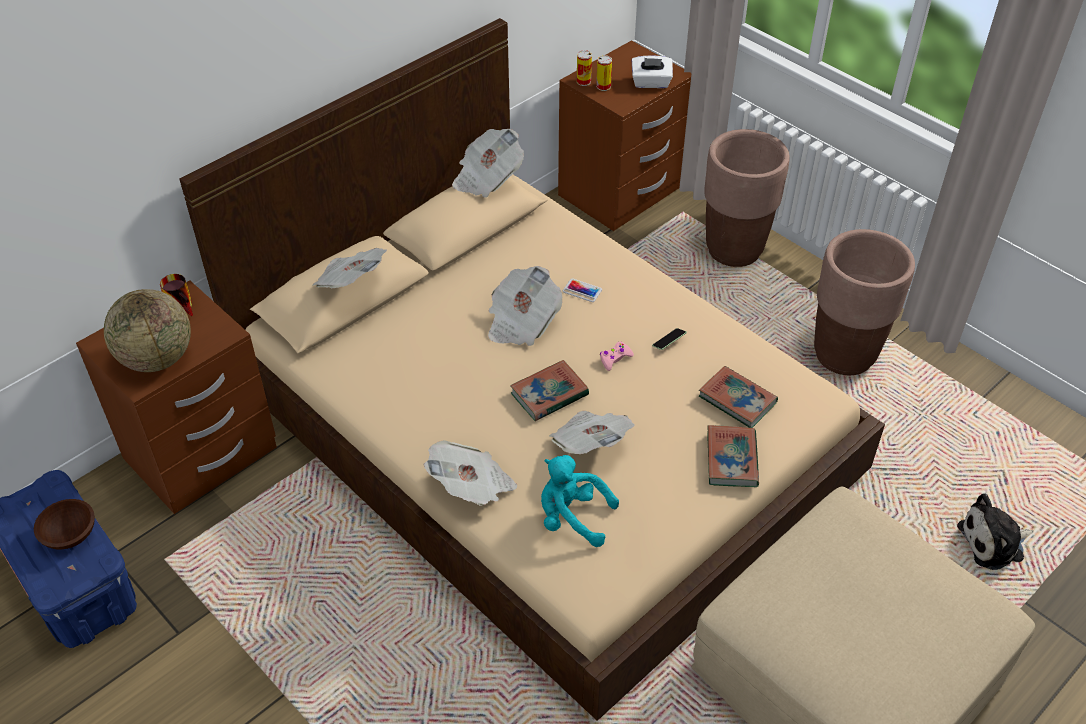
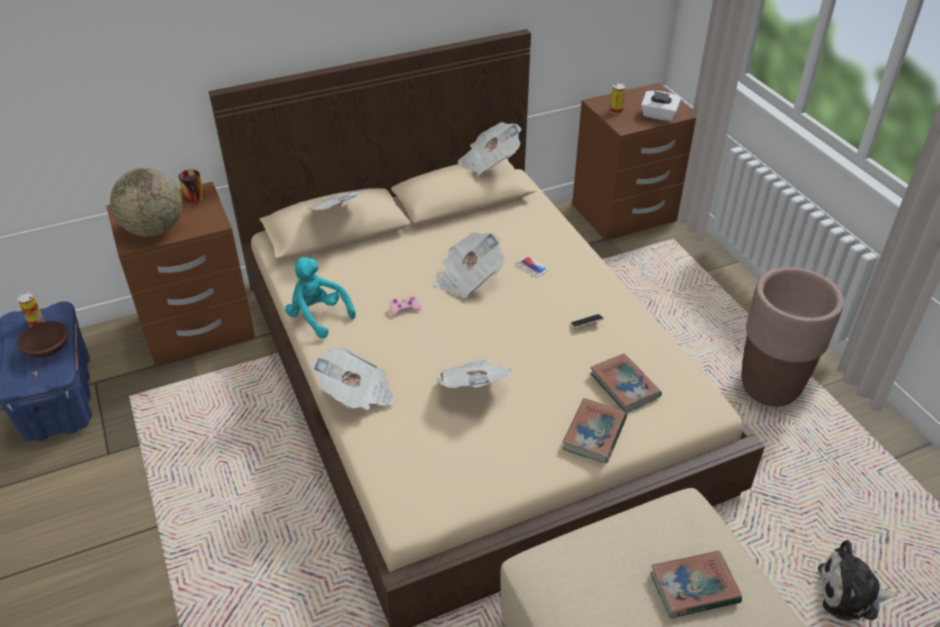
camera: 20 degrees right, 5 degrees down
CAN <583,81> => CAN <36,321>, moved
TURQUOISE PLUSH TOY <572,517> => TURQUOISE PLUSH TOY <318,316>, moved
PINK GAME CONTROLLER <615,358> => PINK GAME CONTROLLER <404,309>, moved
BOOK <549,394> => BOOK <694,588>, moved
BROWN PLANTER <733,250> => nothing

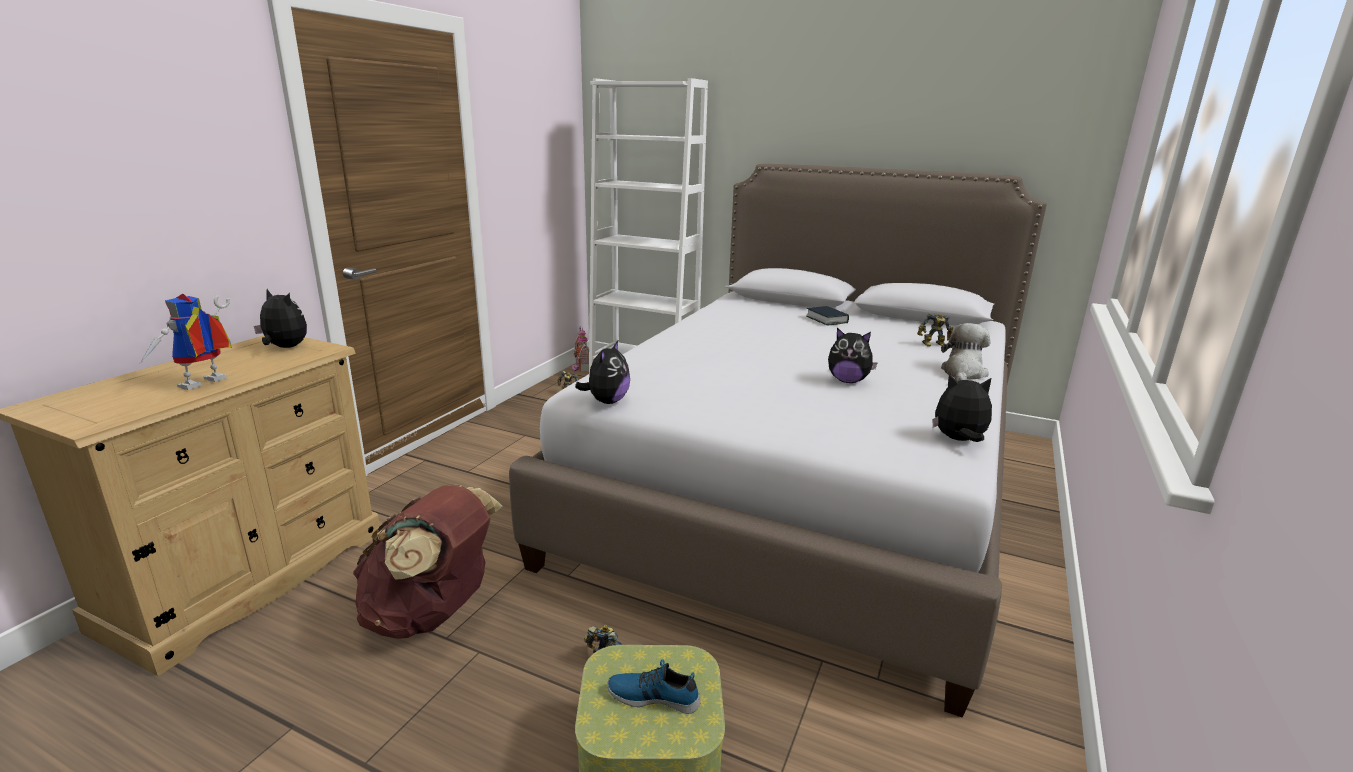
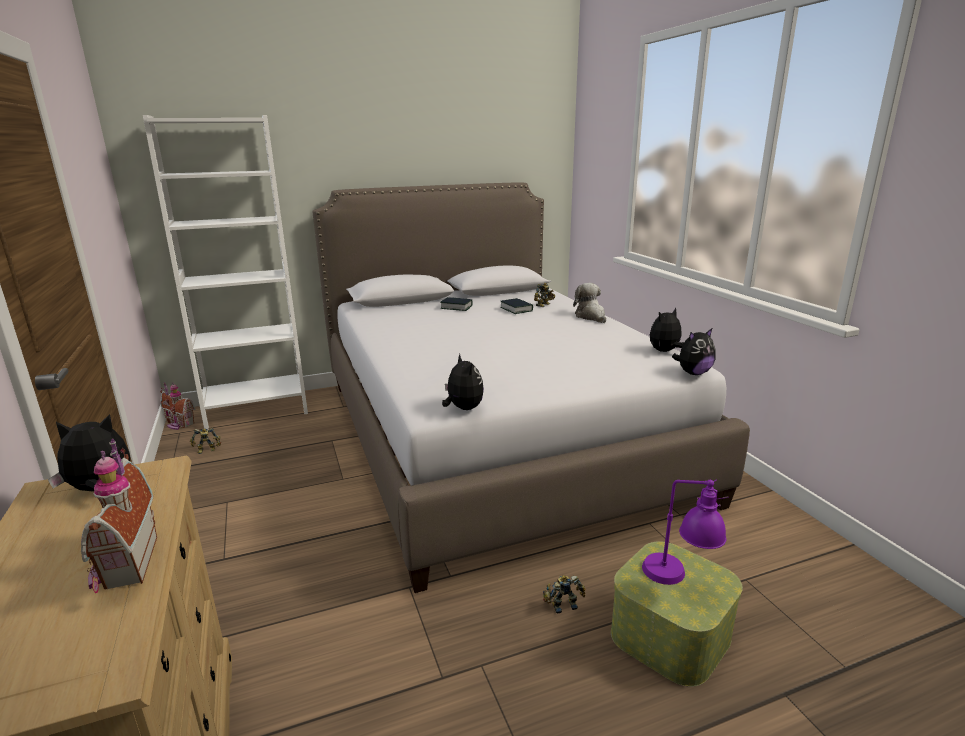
camera: 45 degrees left, 0 degrees up
TOY ROBOT <203,385> => TOY HOUSE <123,565>
nothing => BOOK <516,309>
SHOE <654,696> => PURPLE TABLE LAMP <679,580>
PLUSH TOY <848,381> => PLUSH TOY <693,373>, moved
BROWN BACKPACK <433,614> => nothing

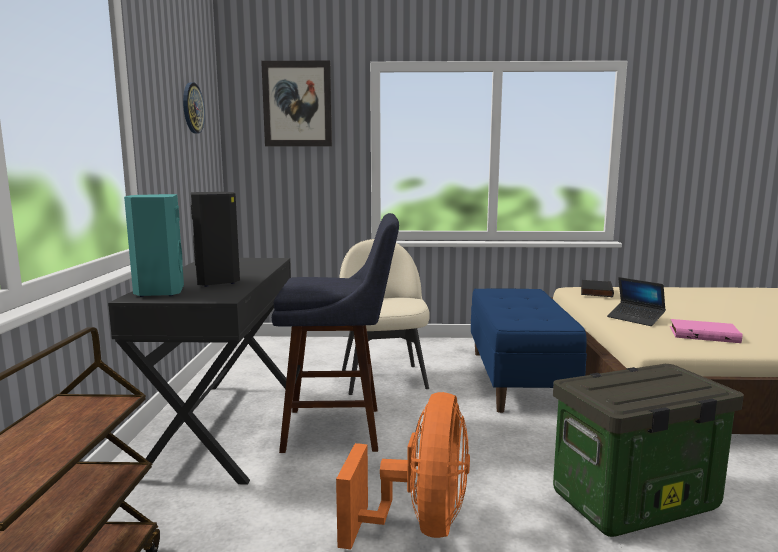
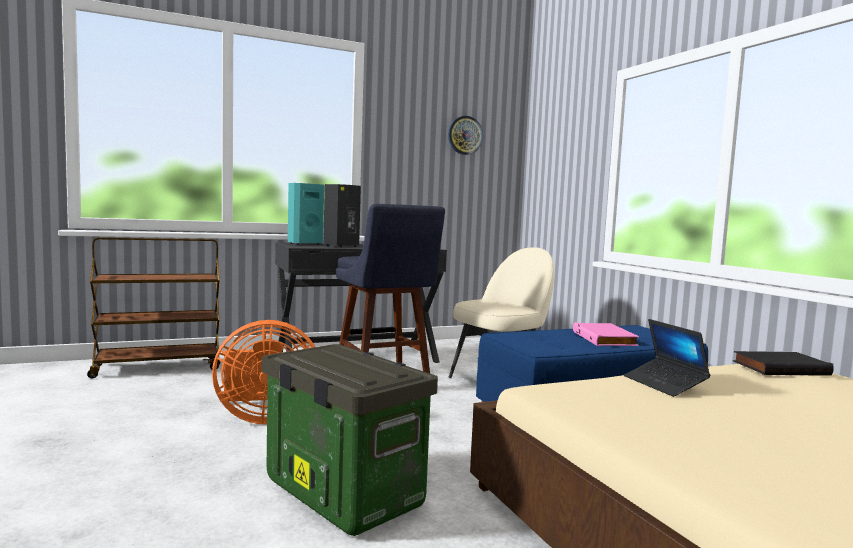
camera: 65 degrees right, 5 degrees down
PINK BOOK <704,334> => PINK BOOK <605,339>, moved
LAPTOP <635,319> => LAPTOP <664,384>, 45 degrees counterclockwise
PICTURE <297,104> => nothing

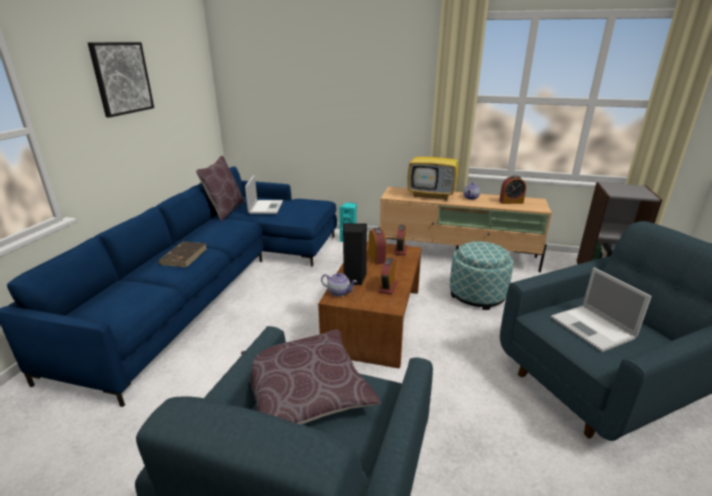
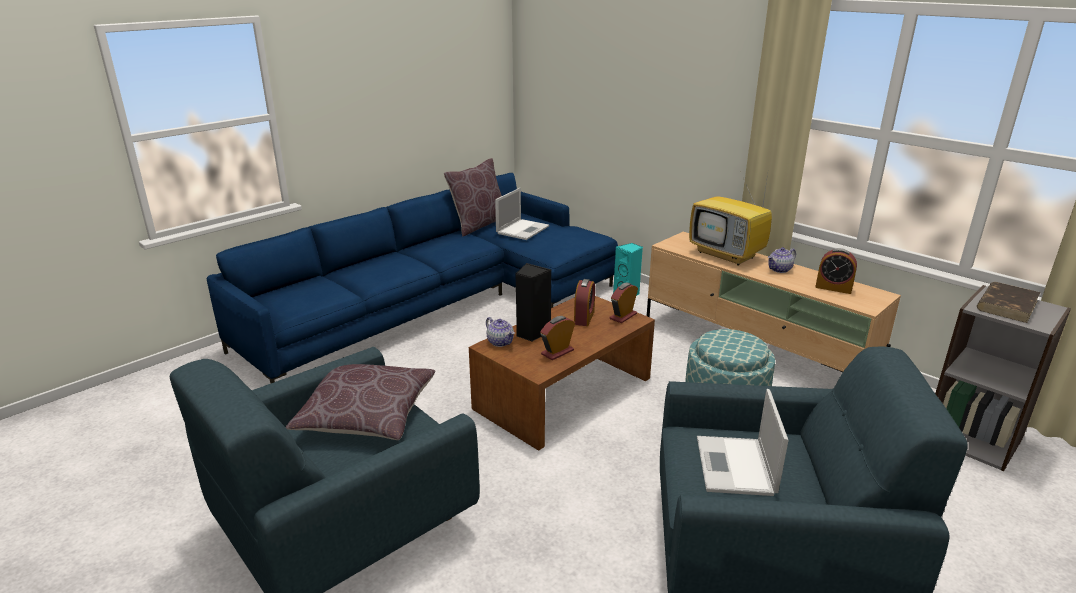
camera: 30 degrees right, 0 degrees up
BROWN BOOK <184,256> => BROWN BOOK <1007,305>, moved
PICTURE <122,78> => nothing

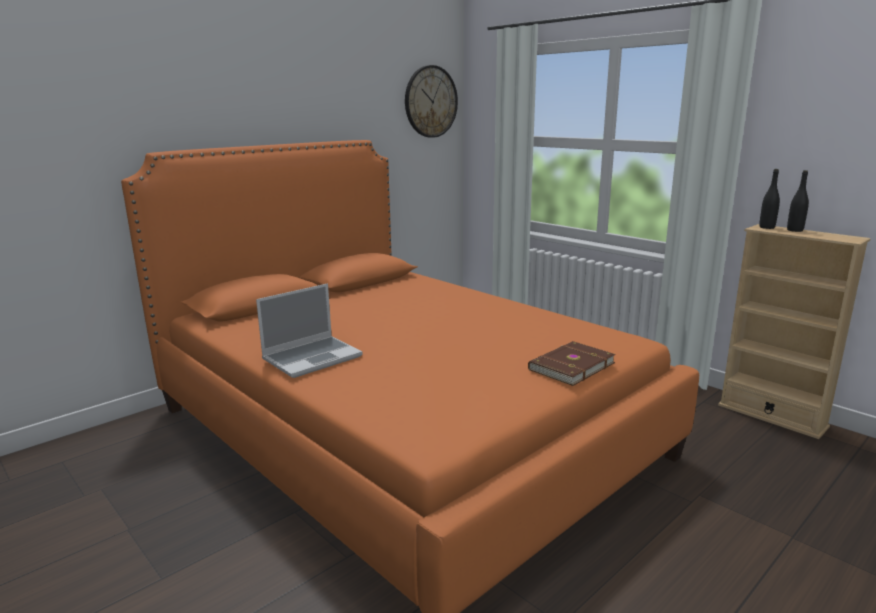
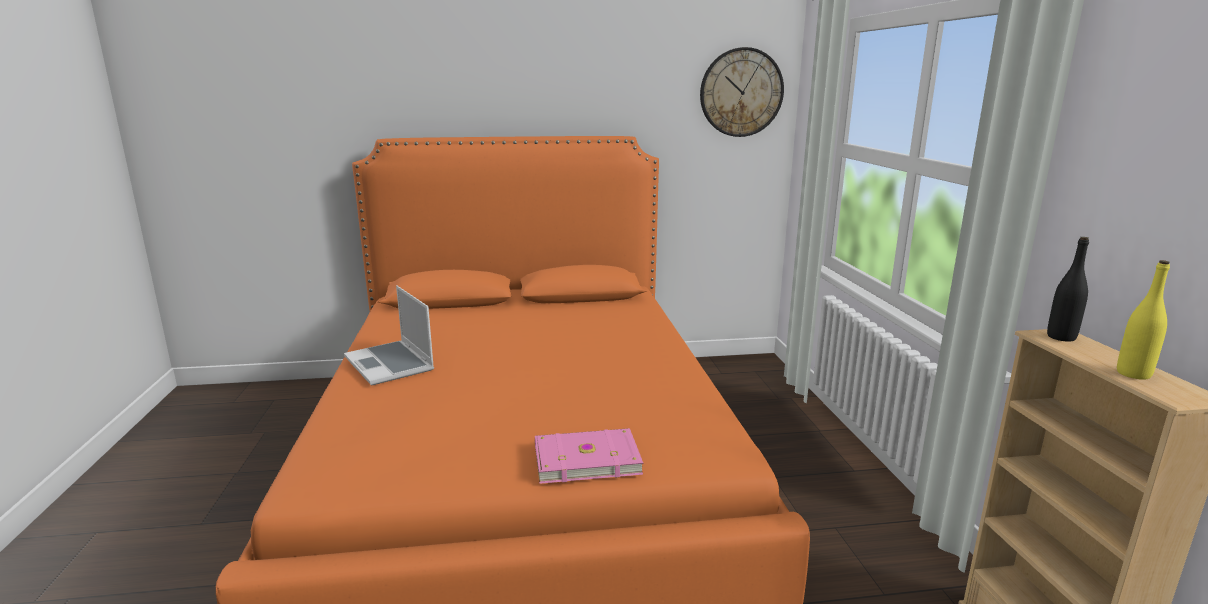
camera: 35 degrees right, 0 degrees up
LAPTOP <312,357> => LAPTOP <391,364>, 60 degrees clockwise
BROWN BOOK <570,366> => PINK BOOK <585,458>
nothing => YELLOW BOTTLE <1133,374>
BLACK BOTTLE <795,230> => nothing

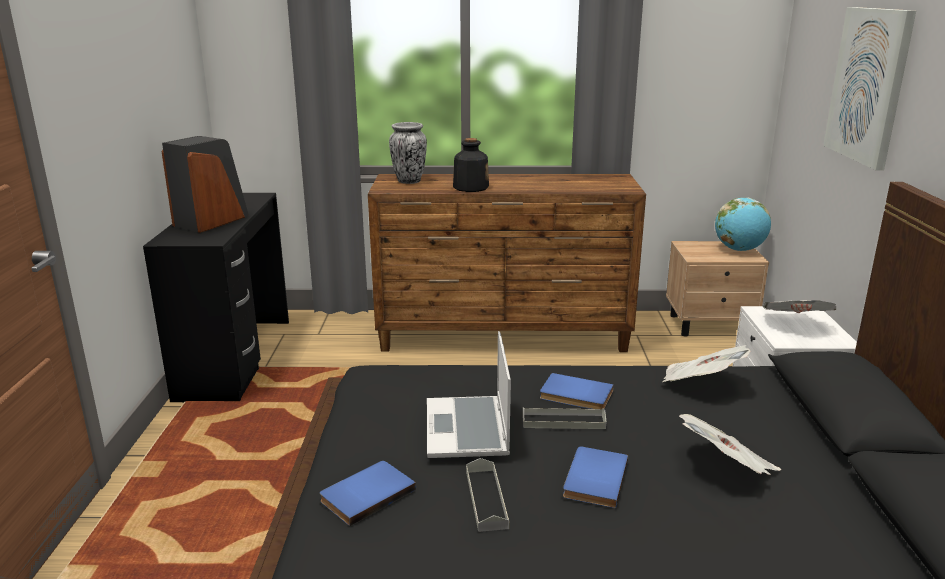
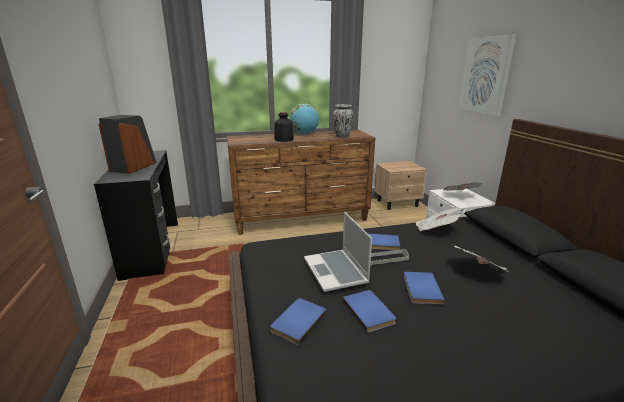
camera: 15 degrees left, 0 degrees up
GLOBE <739,250> => GLOBE <304,134>, moved
VASE <409,181> => VASE <342,136>, moved
GREY TRAY <486,499> => BLUE BOOK <370,311>

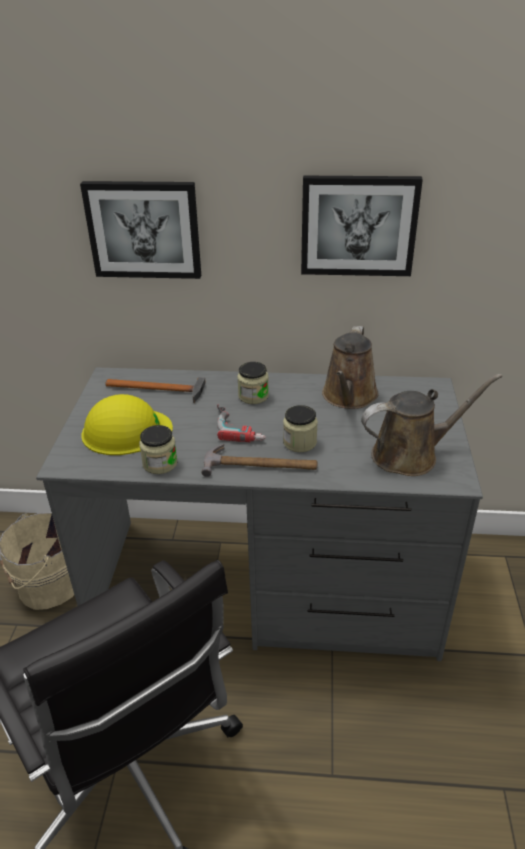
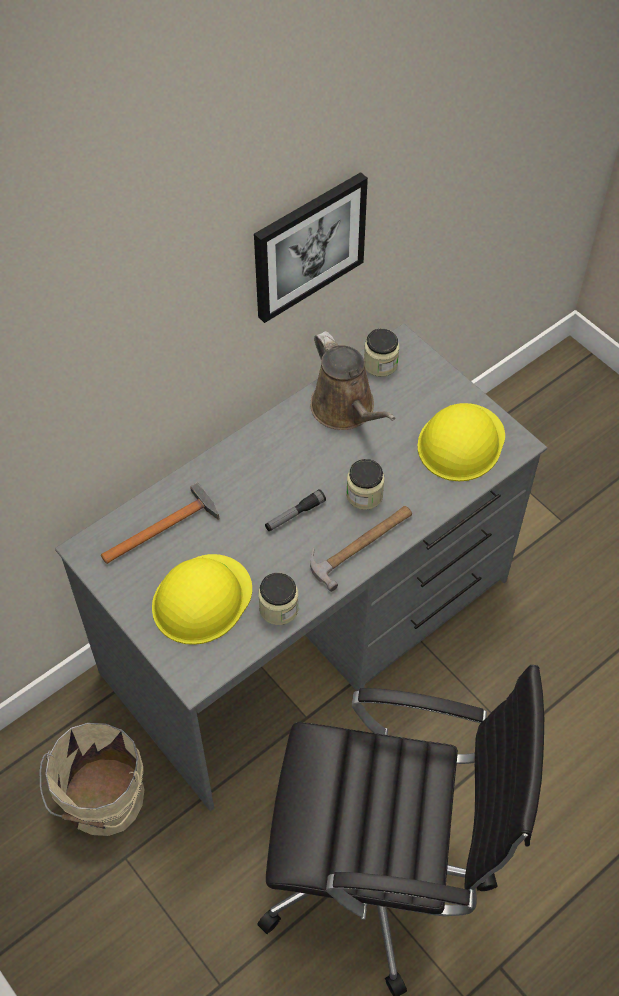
camera: 45 degrees left, 20 degrees up
POWER DRILL <240,426> => FLASHLIGHT <295,515>
JAR <253,396> => JAR <380,364>, moved
BROWN WATERING CAN <410,454> => YELLOW HARD HAT <461,442>
PICTURE <144,229> => nothing

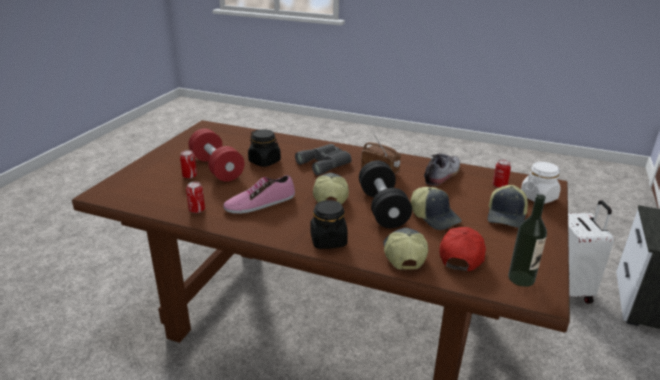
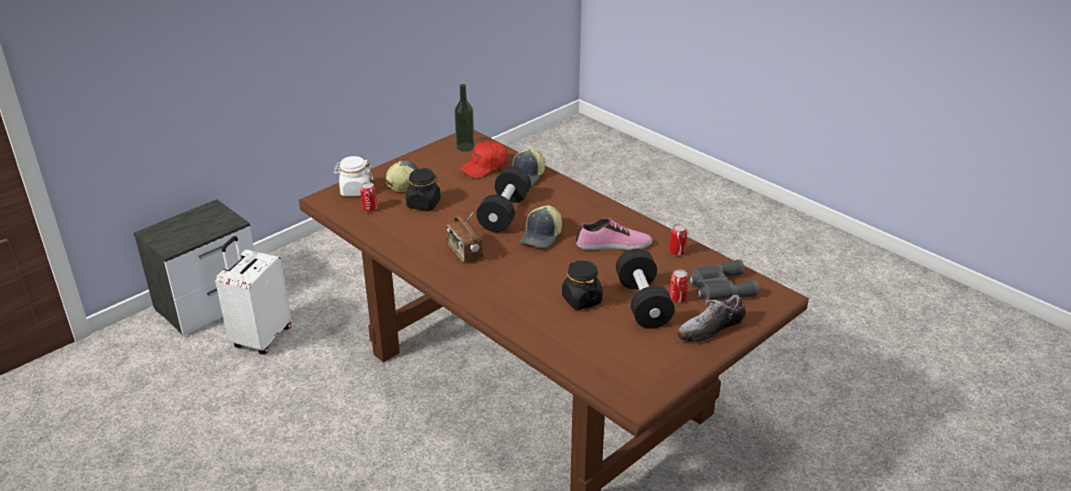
camera: 155 degrees left, 5 degrees up
BLACK JAR <328,240> => BLACK JAR <423,204>, moved
RED DUMBBELL <217,168> => BLACK DUMBBELL <643,303>
SHOE <442,175> => SHOE <710,329>, moved
GREY BINOCULARS <326,163> => GREY BINOCULARS <719,287>, moved
CAP <435,217> => nothing

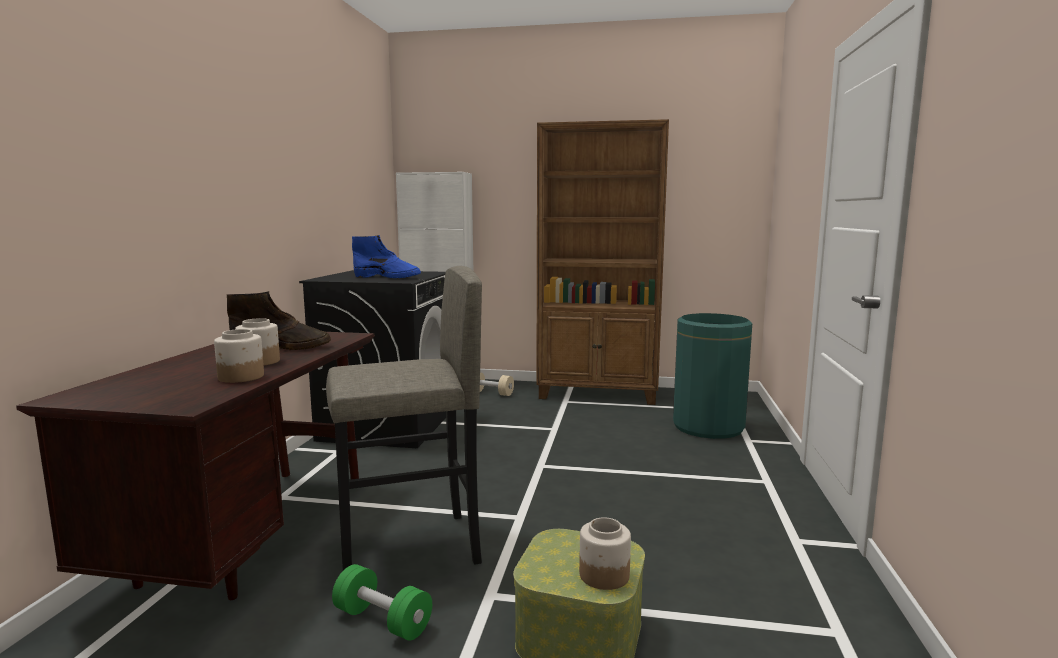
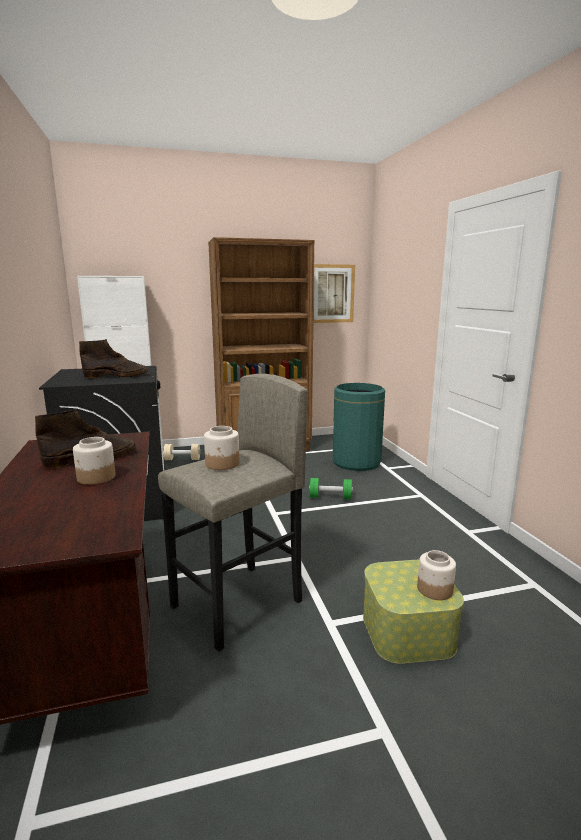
camera: 25 degrees left, 5 degrees up
BLUE BOOT <388,277> => BROWN BOOT <117,376>
JAR <241,377> => JAR <222,464>, moved
GREEN DUMBBELL <382,620> => GREEN DUMBBELL <330,497>, moved
nothing => PICTURE <332,293>

